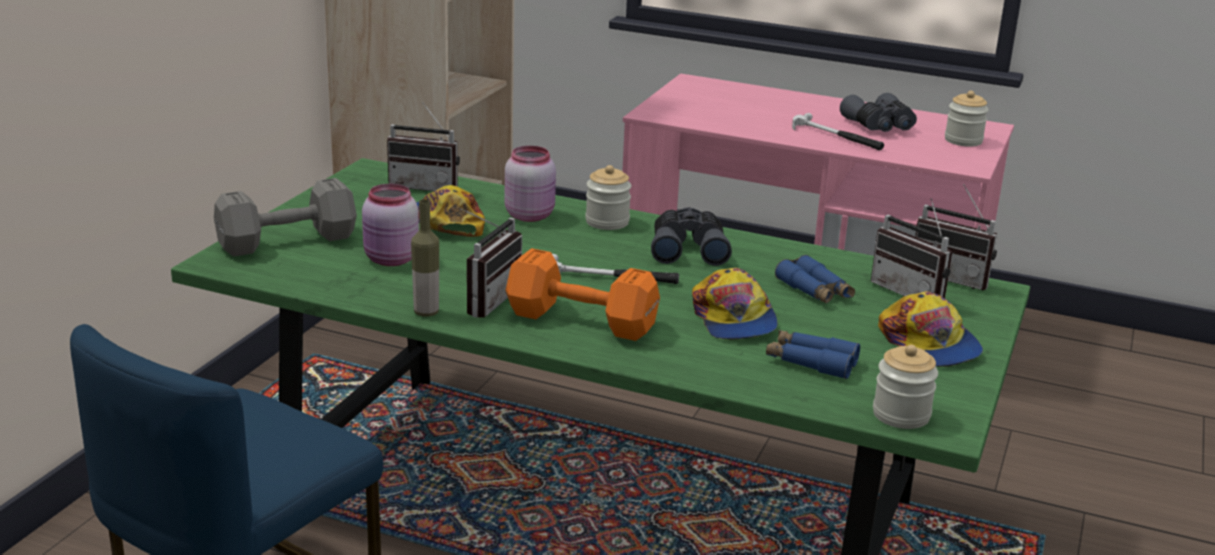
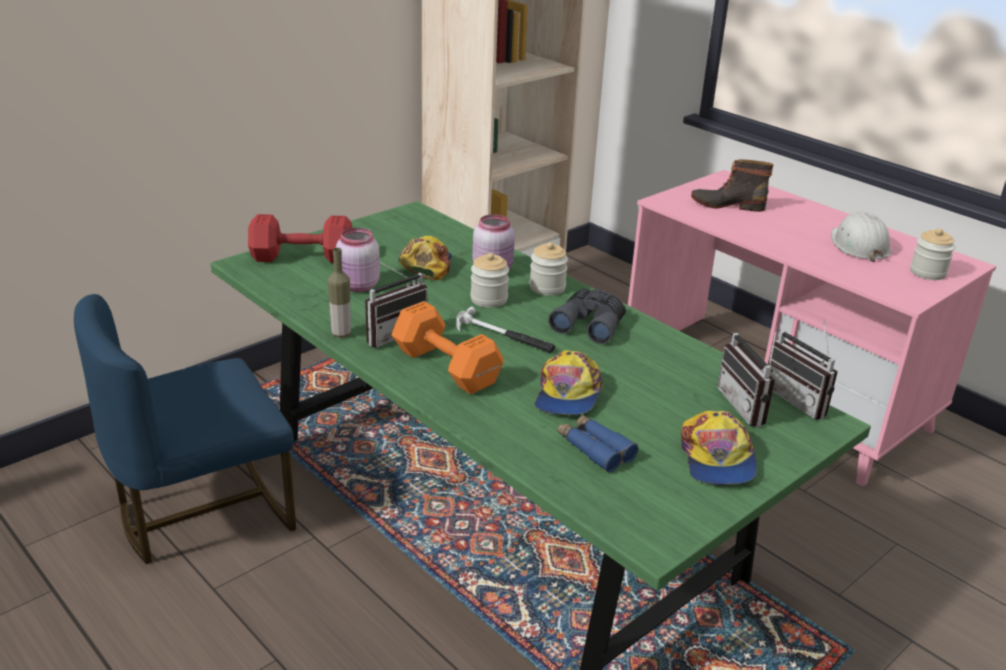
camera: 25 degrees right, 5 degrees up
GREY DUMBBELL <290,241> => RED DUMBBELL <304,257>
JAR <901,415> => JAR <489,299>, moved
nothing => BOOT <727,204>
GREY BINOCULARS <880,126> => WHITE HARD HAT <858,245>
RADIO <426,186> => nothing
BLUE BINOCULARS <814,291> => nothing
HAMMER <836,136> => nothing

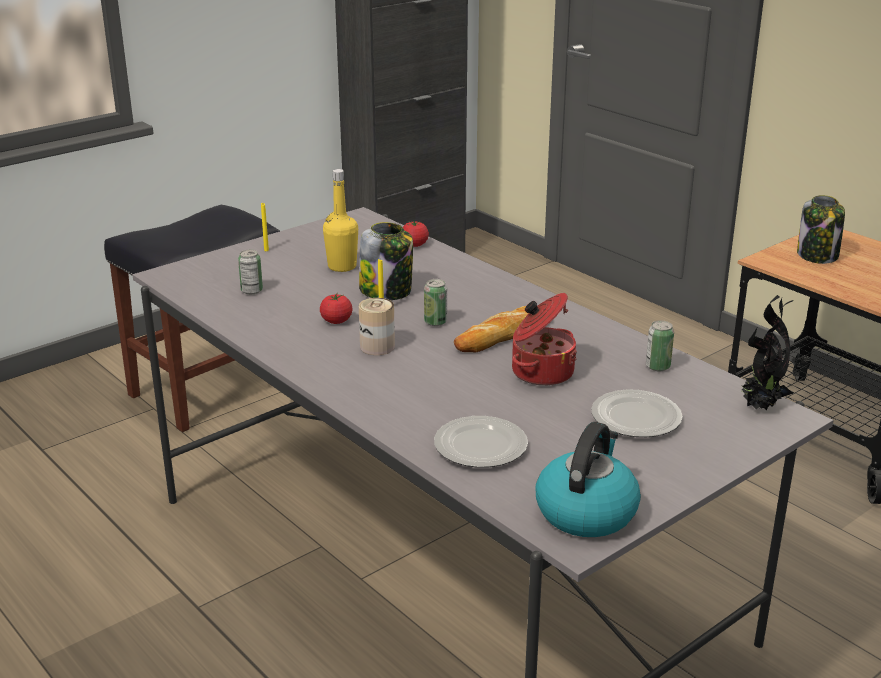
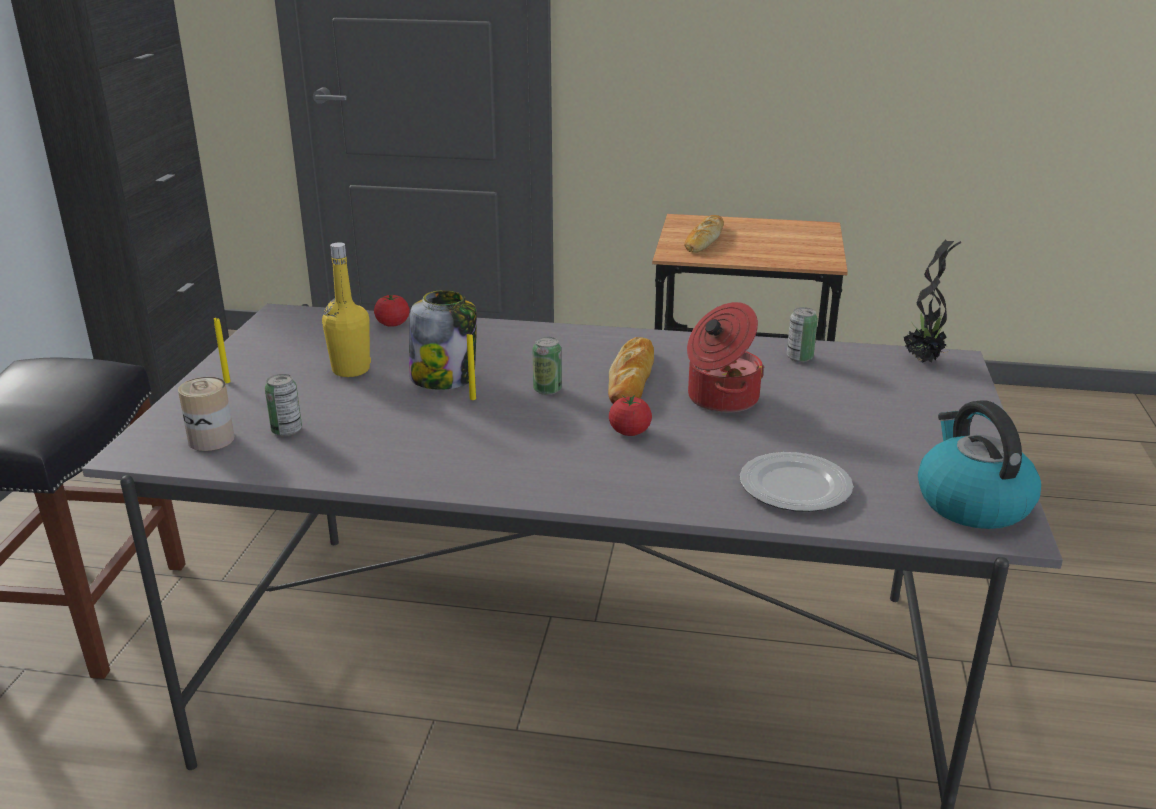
camera: 40 degrees left, 0 degrees up
CAN <377,347> => CAN <211,439>, moved
TOMATO <336,321> => TOMATO <629,431>, moved
JAR <817,255> => BREAD <704,239>
PLATE <637,418> => nothing

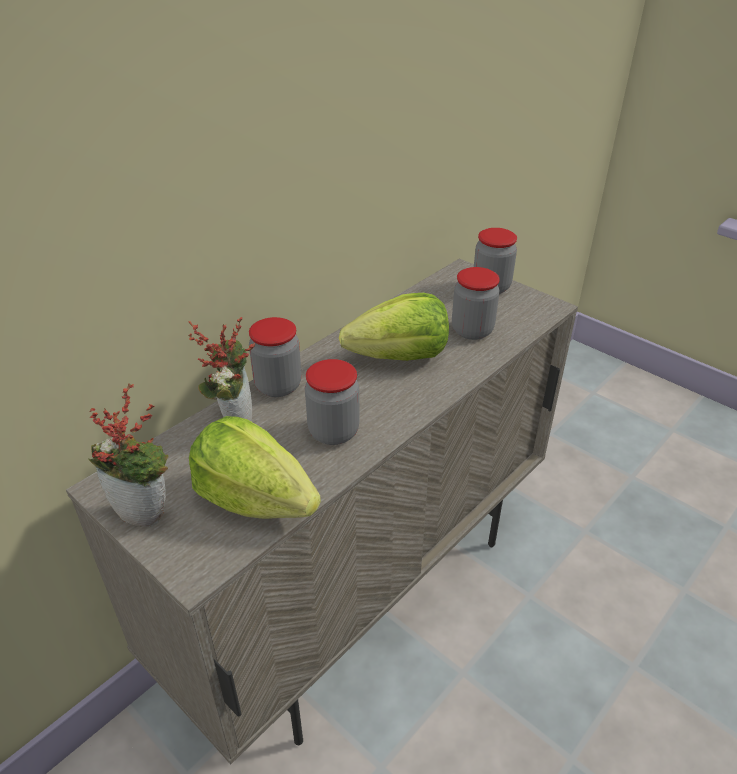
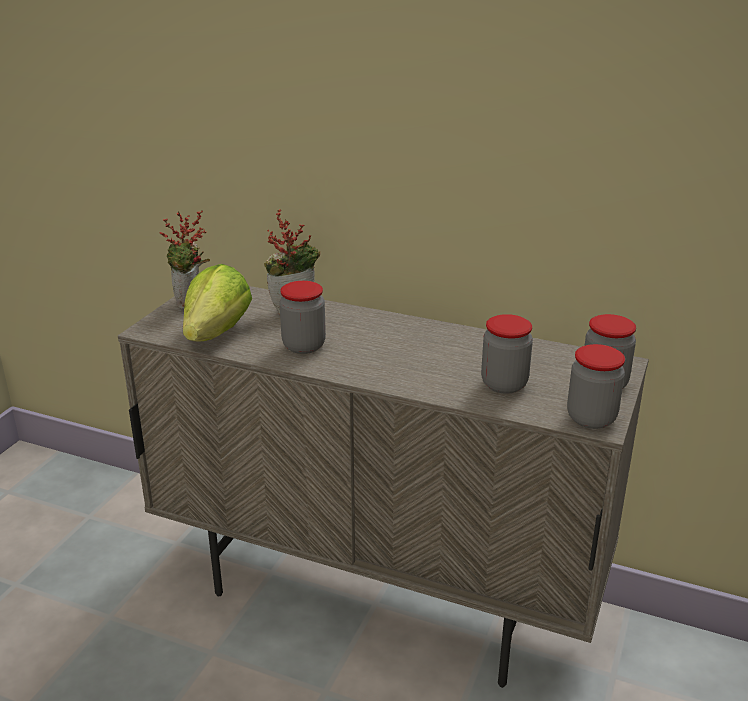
camera: 70 degrees right, 10 degrees down
JAR <278,386> => JAR <591,418>, moved
LETTUCE <400,357> => nothing

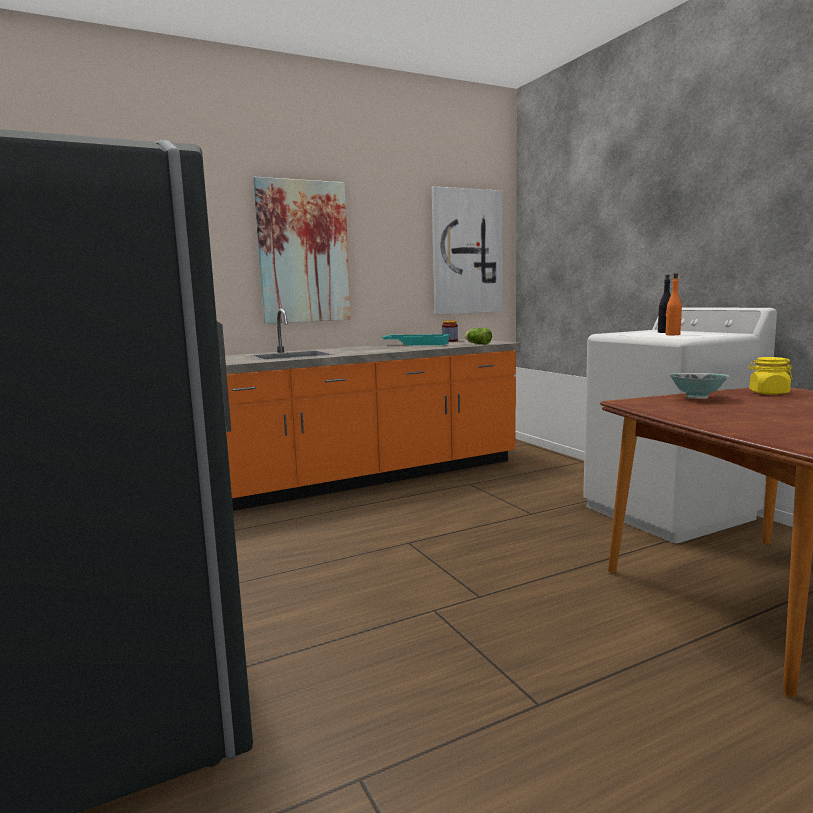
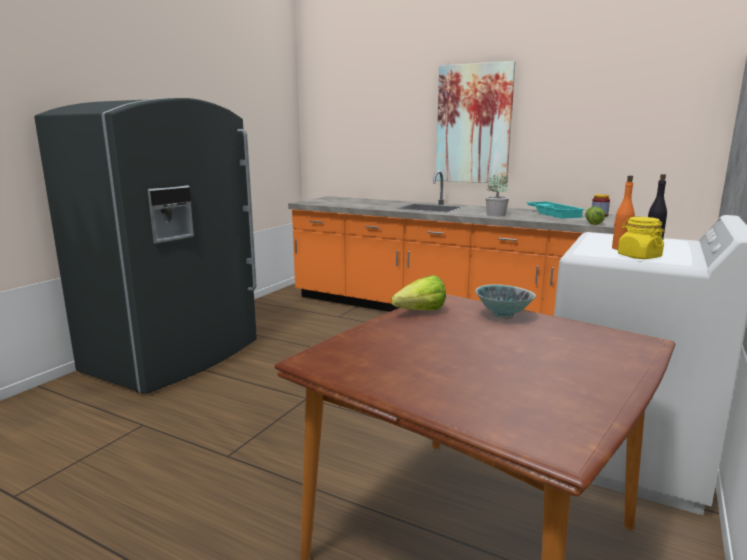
camera: 55 degrees right, 5 degrees up
nothing => LETTUCE <416,312>
nothing => POTTED PLANT <496,214>
YELLOW JAR <768,393> => YELLOW JAR <638,256>, moved
PICTURE <466,252> => nothing

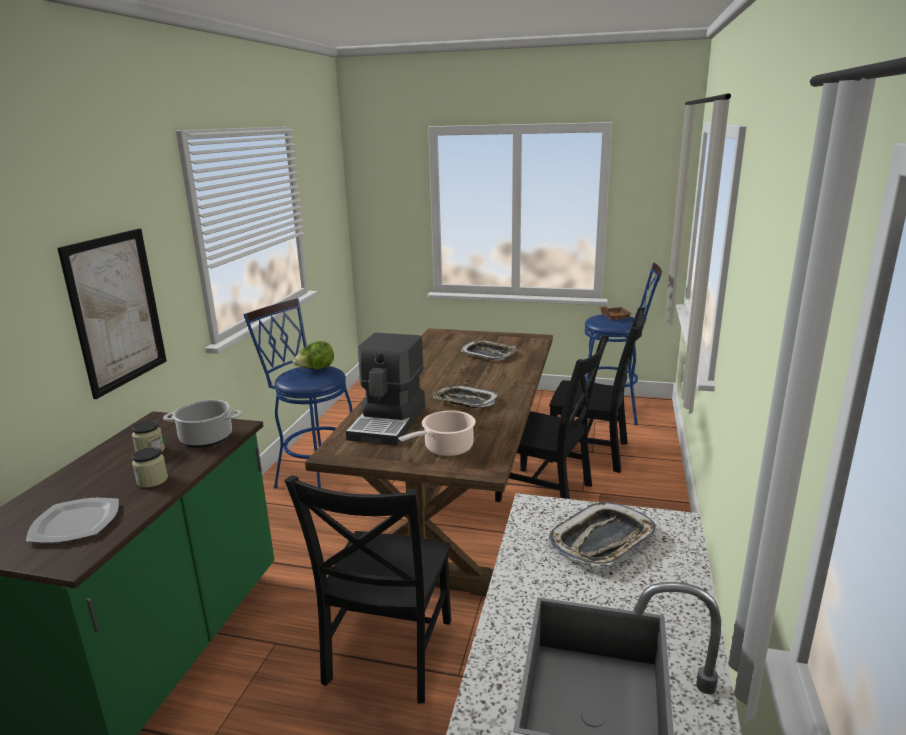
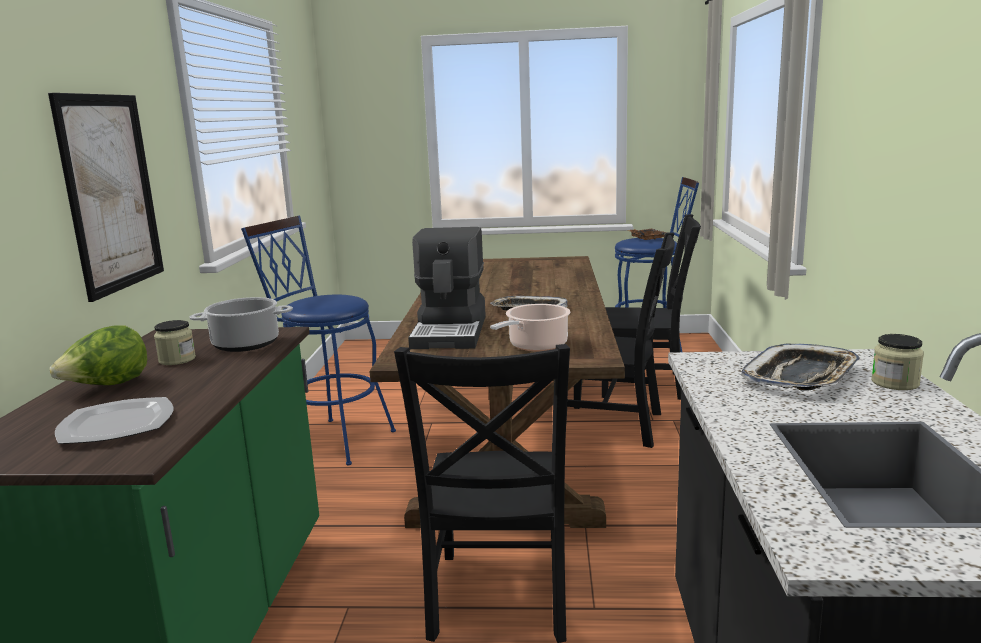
camera: 10 degrees left, 5 degrees down
LETTUCE <315,369> => LETTUCE <107,386>, moved
JAR <152,480> => JAR <895,383>, moved
TRAY <488,354> => nothing

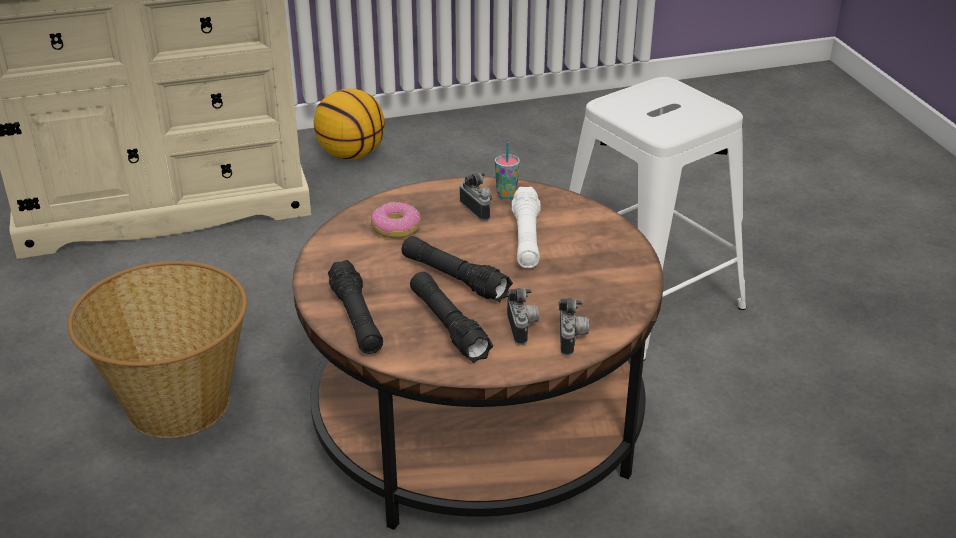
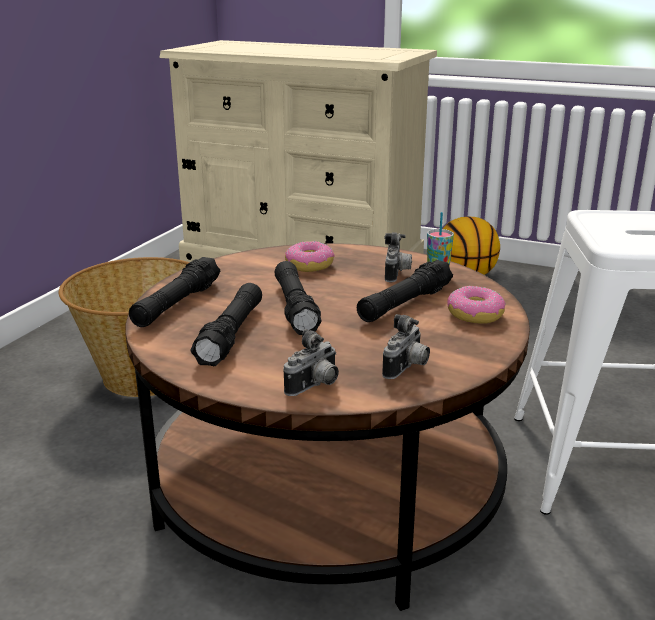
camera: 40 degrees right, 10 degrees down
WHITE FLASHLIGHT <526,238> => BLACK FLASHLIGHT <404,304>
PHOTO CAMERA <523,329> => PHOTO CAMERA <407,368>, moved
nothing => DONUT <474,314>

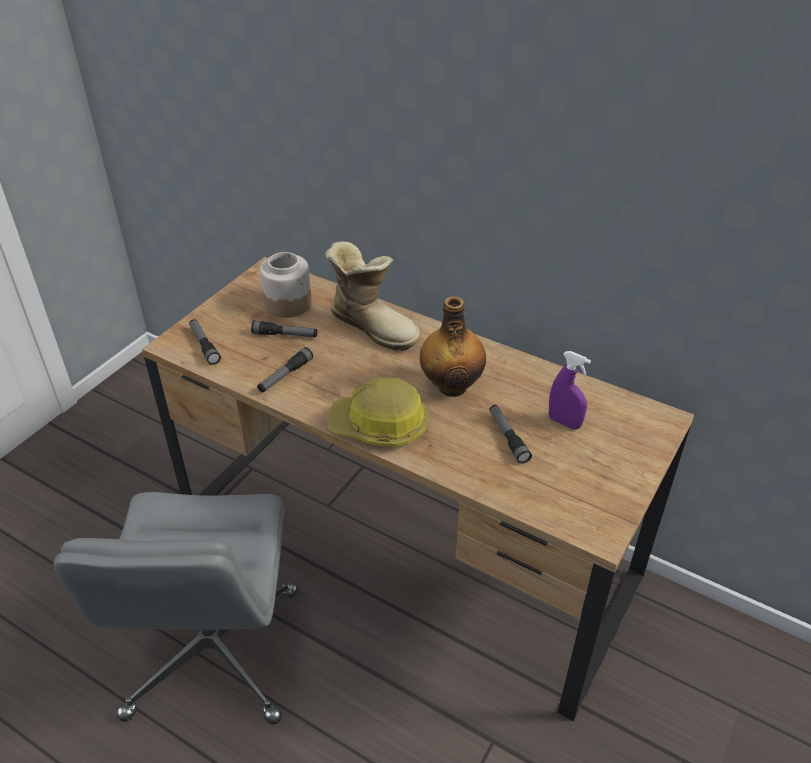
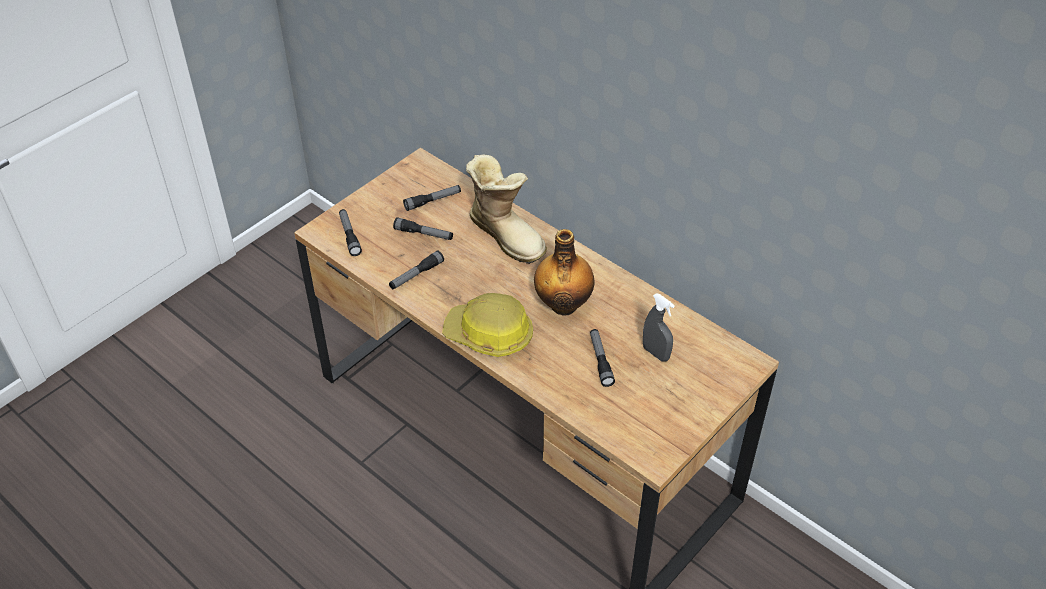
camera: 10 degrees right, 5 degrees up
JAR <288,303> => FLASHLIGHT <433,201>
PURPLE SPRAY BOTTLE <564,422> => GREY SPRAY BOTTLE <655,353>
GREY OFFICE CHAIR <214,654> => nothing

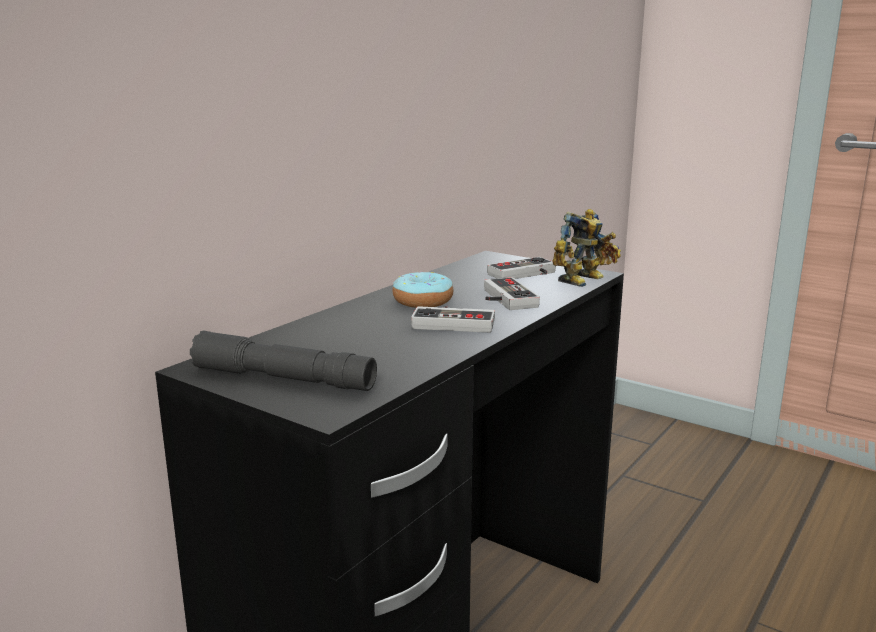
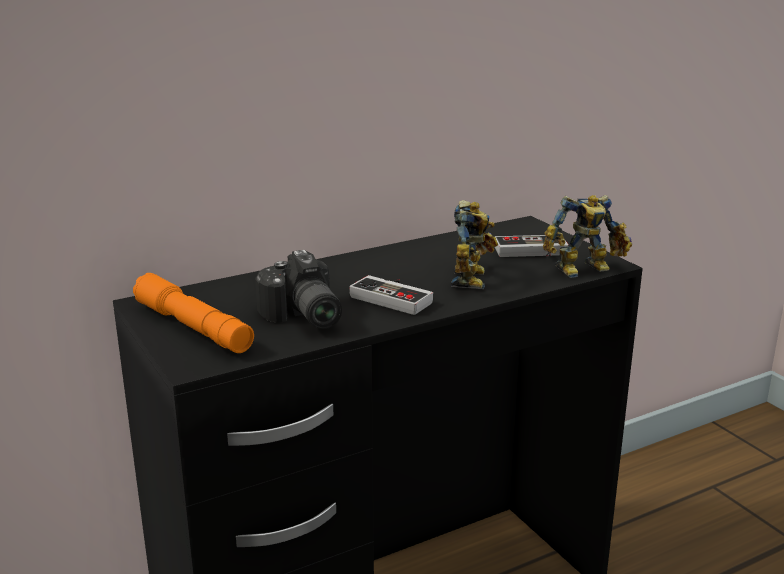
camera: 25 degrees right, 5 degrees up
GREY FLASHLIGHT <283,379> => ORANGE FLASHLIGHT <193,327>
nothing => PHOTO CAMERA <302,317>
GAME CONTROLLER <503,299> => TOY ROBOT <473,279>
DONUT <422,301> => nothing

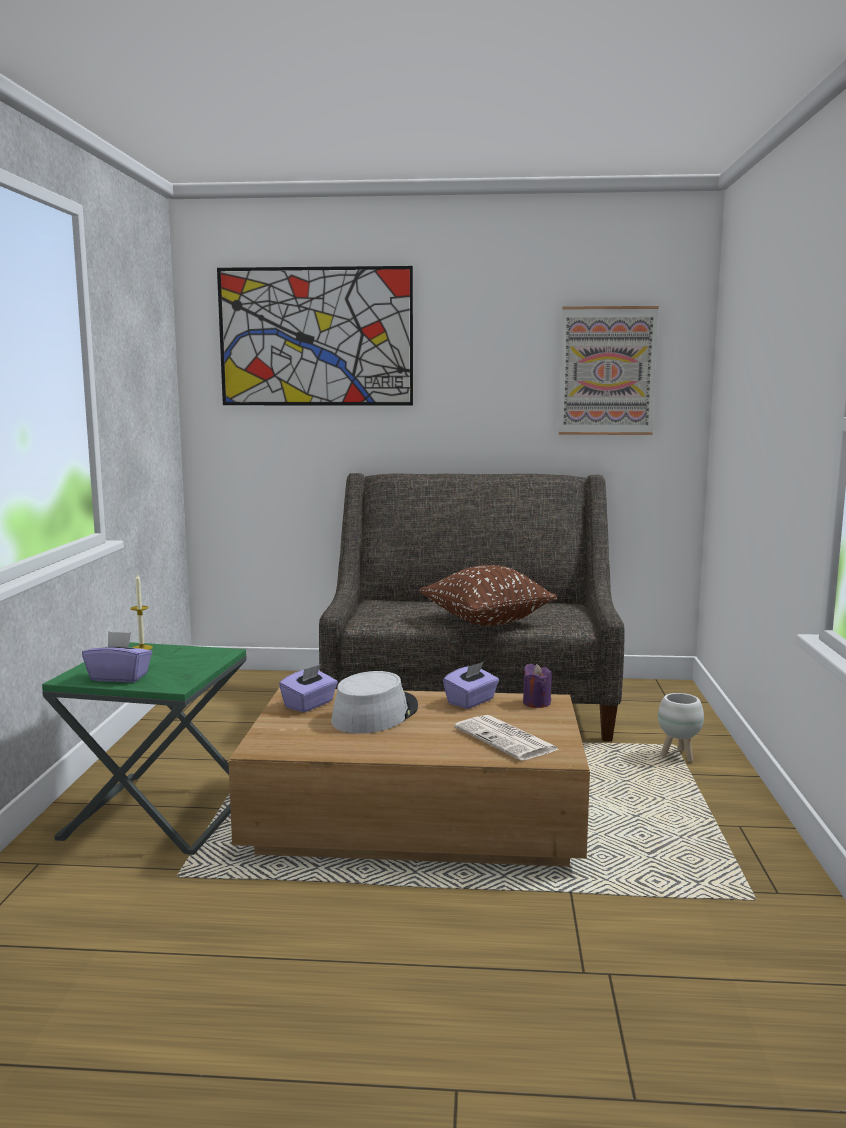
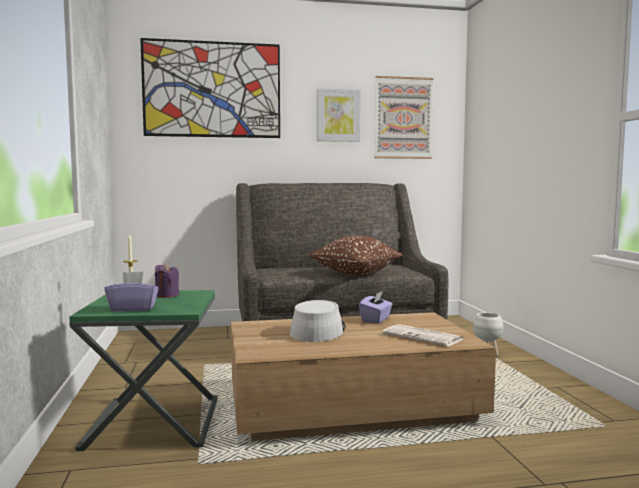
camera: 15 degrees left, 5 degrees down
PURPLE CANDLE <536,703> => PURPLE CANDLE <167,295>, moved
nothing => PICTURE <338,115>
PURPLE TISSUE BOX <309,705> => nothing

